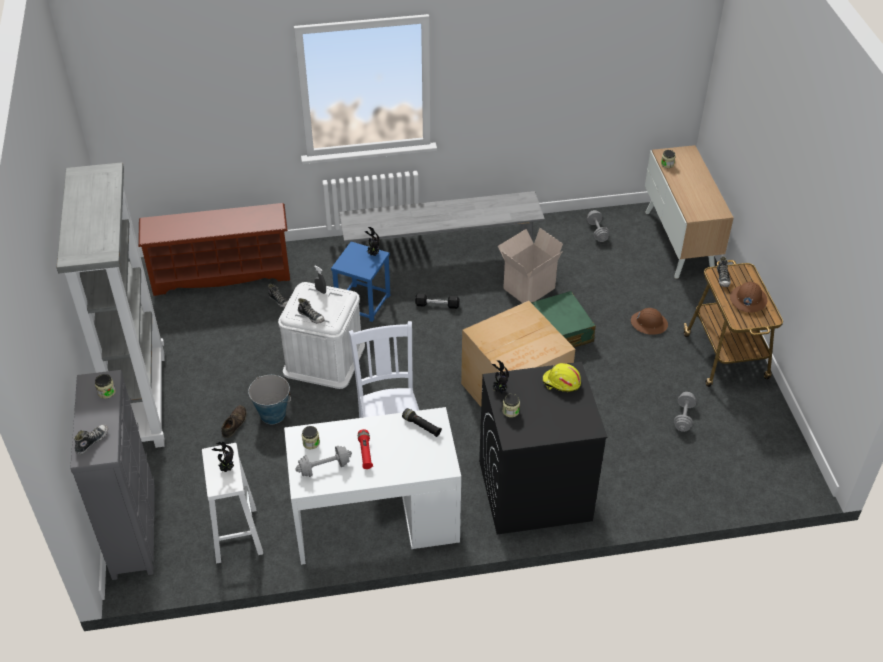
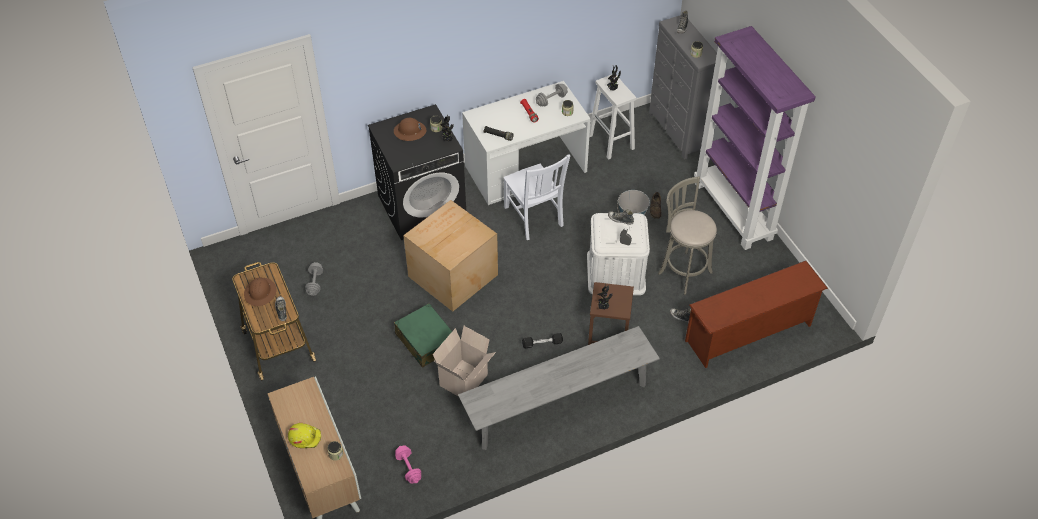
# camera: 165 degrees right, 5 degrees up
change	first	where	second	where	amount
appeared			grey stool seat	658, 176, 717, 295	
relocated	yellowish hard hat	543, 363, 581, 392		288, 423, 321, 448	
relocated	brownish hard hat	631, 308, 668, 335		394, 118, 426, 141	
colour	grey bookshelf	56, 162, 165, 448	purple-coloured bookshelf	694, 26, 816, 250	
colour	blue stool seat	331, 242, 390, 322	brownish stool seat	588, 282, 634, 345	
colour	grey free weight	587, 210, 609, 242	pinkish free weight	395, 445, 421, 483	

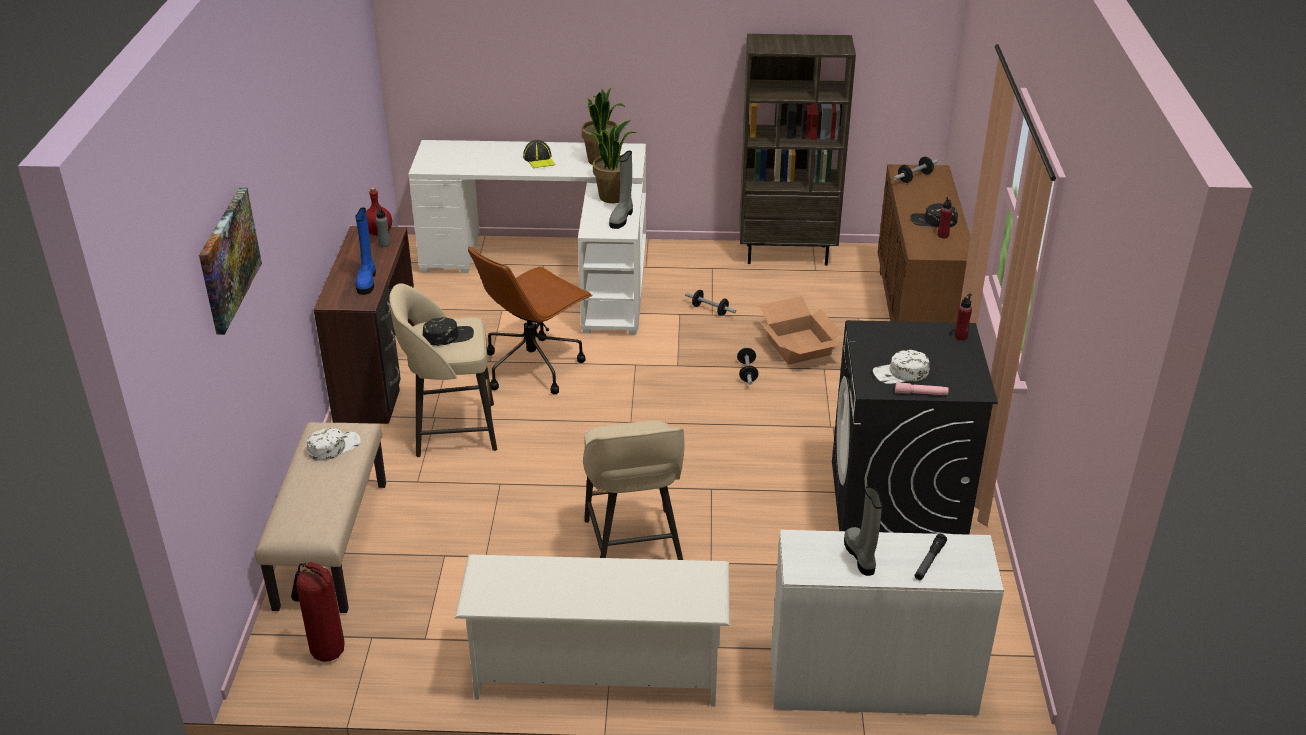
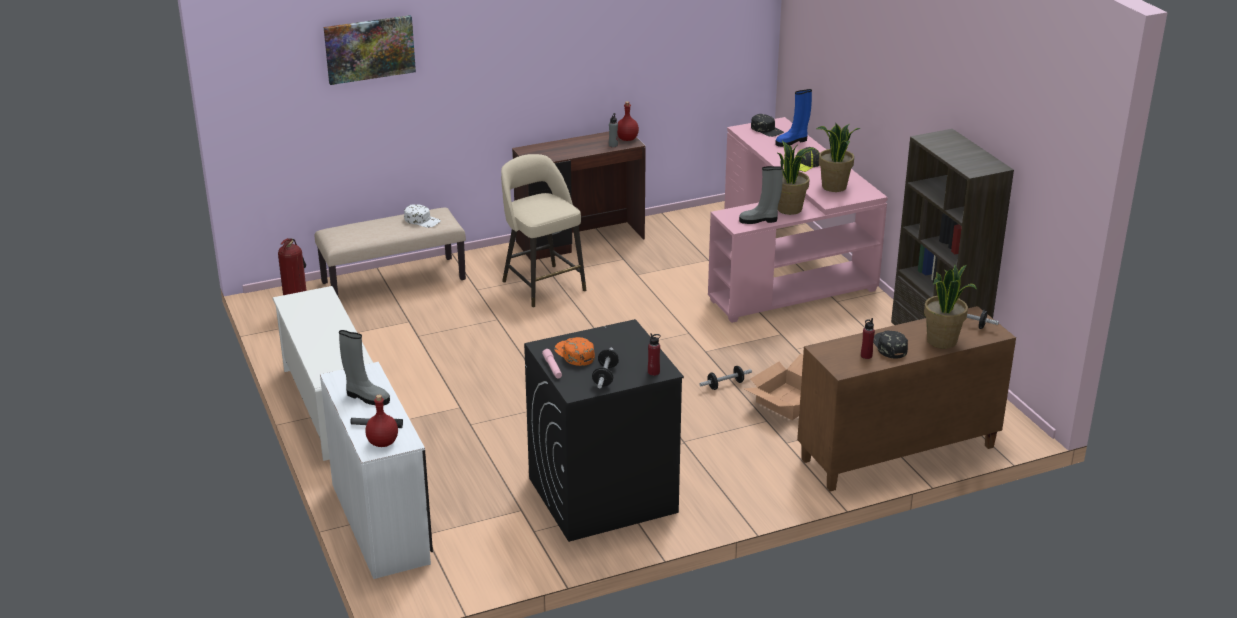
# camera: 65 degrees right, 5 degrees down
change	first	where	second	where	amount
missing	brownish desk chair	468, 246, 593, 394			
missing	sand-coloured stool seat	583, 420, 684, 560			
appeared			reddish beverage bottle	365, 395, 398, 447	
appeared			houseplant	924, 265, 977, 348	
relocated	blue boot	355, 208, 376, 295		775, 89, 812, 147	
relocated	black cap	423, 317, 474, 346		751, 114, 784, 137	
relocated	free weight	685, 290, 736, 316		592, 348, 619, 388	
colour	white-coloured desk	408, 140, 646, 335	pinkish desk	708, 117, 888, 323	
colour	white-coloured cap	873, 350, 930, 384	orange cap	554, 337, 595, 366	
spun	grey boot	844, 486, 882, 576		339, 330, 390, 405	60 degrees clockwise

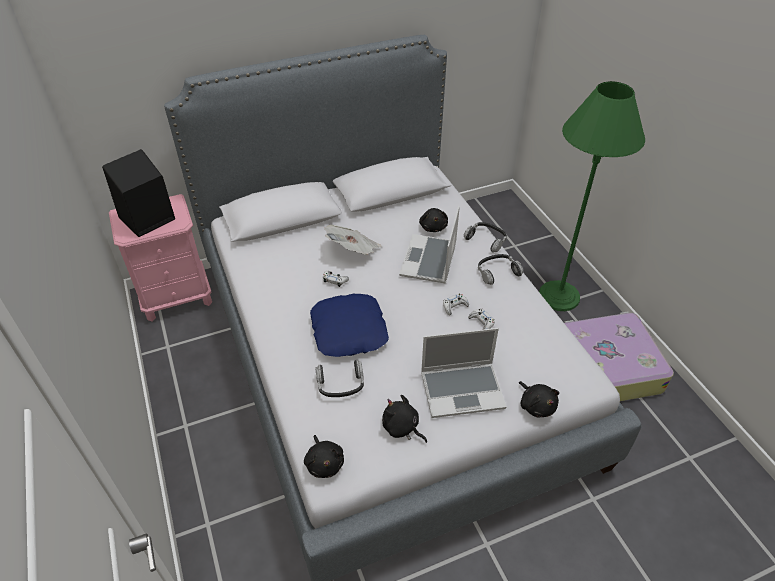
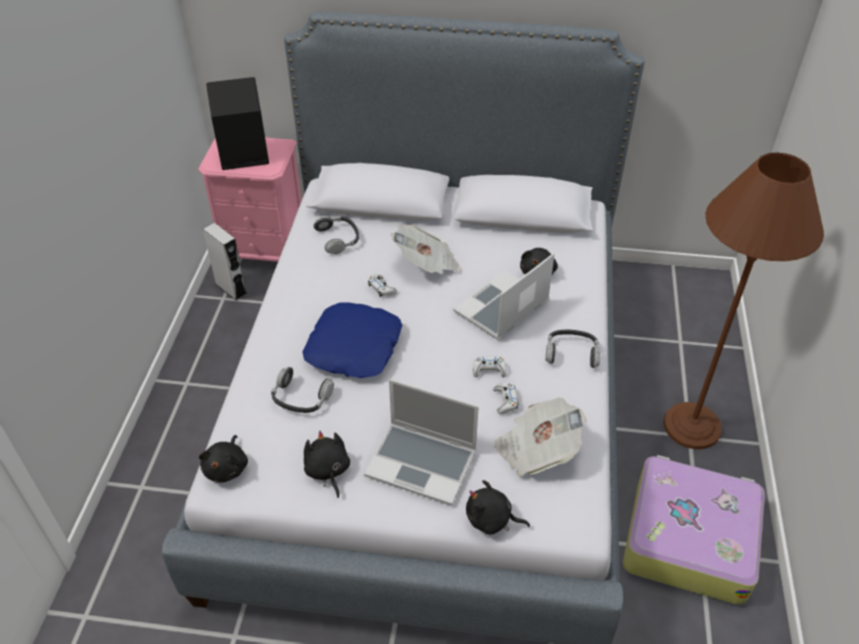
# camera: 30 degrees right, 0 degrees up
change	first	where	second	where	amount
appeared			grey speaker	203, 223, 247, 301	
appeared			daily paper	494, 398, 587, 477	
relocated	pair of headphones	464, 222, 507, 252		313, 216, 359, 255	
colour	green standard lamp	539, 81, 645, 311	brownish standard lamp	663, 152, 824, 449	
spun	black cuddly toy	519, 381, 559, 417		466, 480, 530, 535	105 degrees clockwise

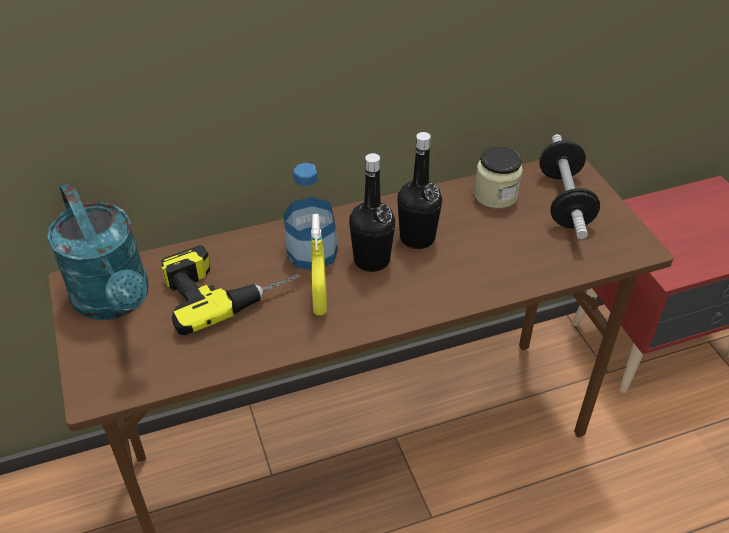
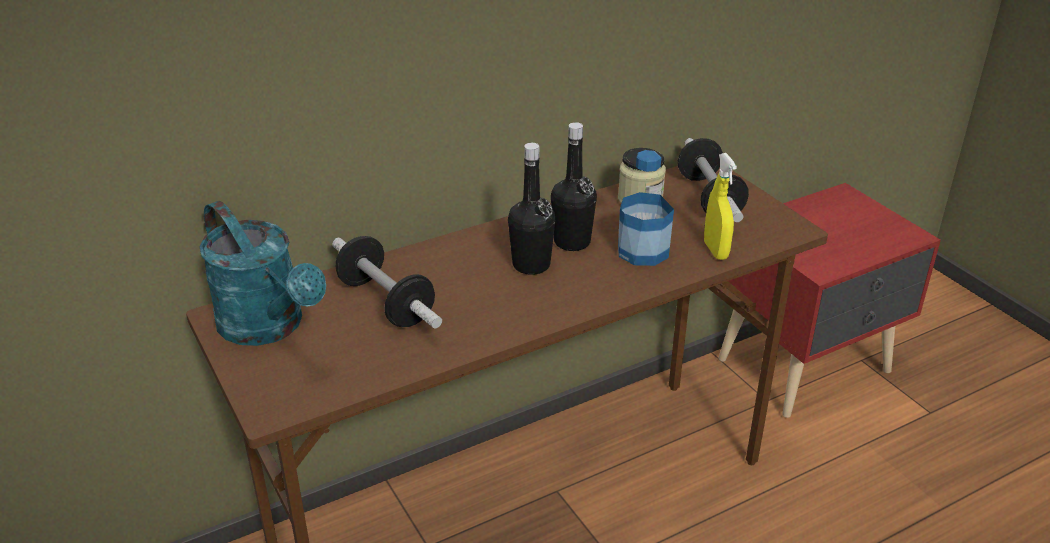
# camera: 10 degrees left, 10 degrees down
change	first	where	second	where	amount
relocated	beverage bottle	283, 163, 338, 270		618, 150, 674, 266	
relocated	yellowish sprayer	311, 214, 327, 316		704, 153, 737, 260	
exchanged	power drill	161, 245, 300, 335	free weight	332, 236, 442, 328	

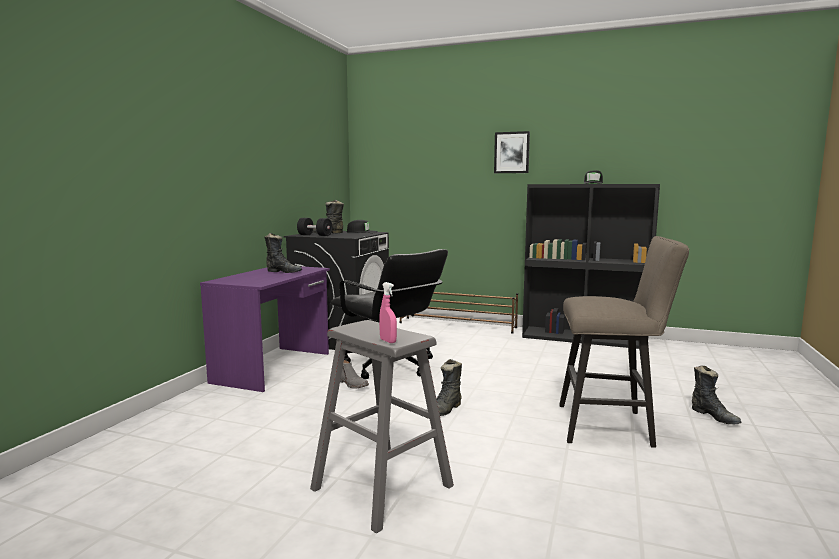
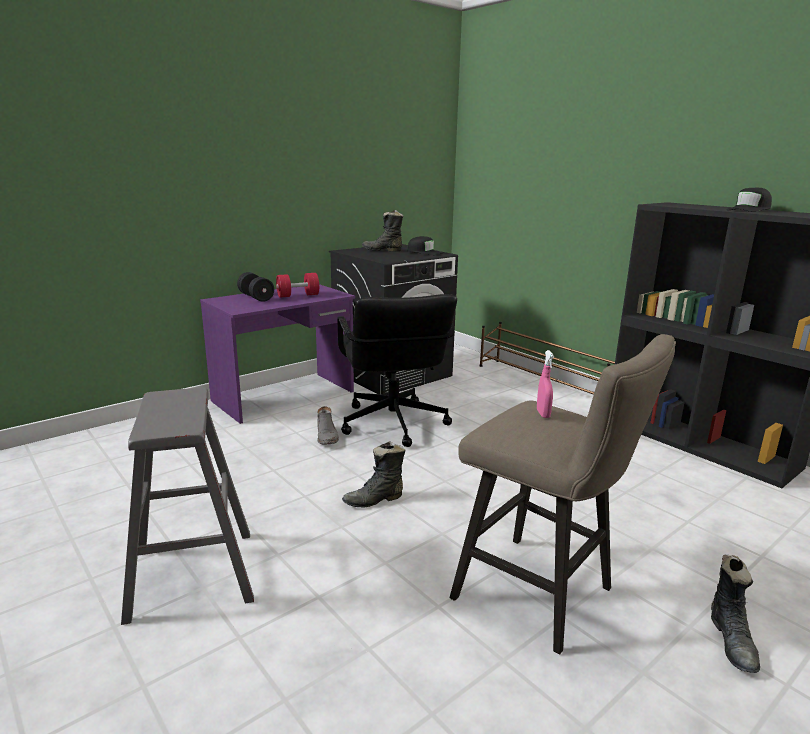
# camera: 30 degrees right, 10 degrees up
change	first	where	second	where	amount
missing	picture	494, 131, 530, 173			
relocated	black free weight	297, 218, 332, 236		237, 272, 274, 302	
relocated	pinkish sprayer	379, 282, 397, 343		537, 350, 554, 418	
exchanged	black boot	265, 233, 302, 273	reddish free weight	276, 273, 319, 298	

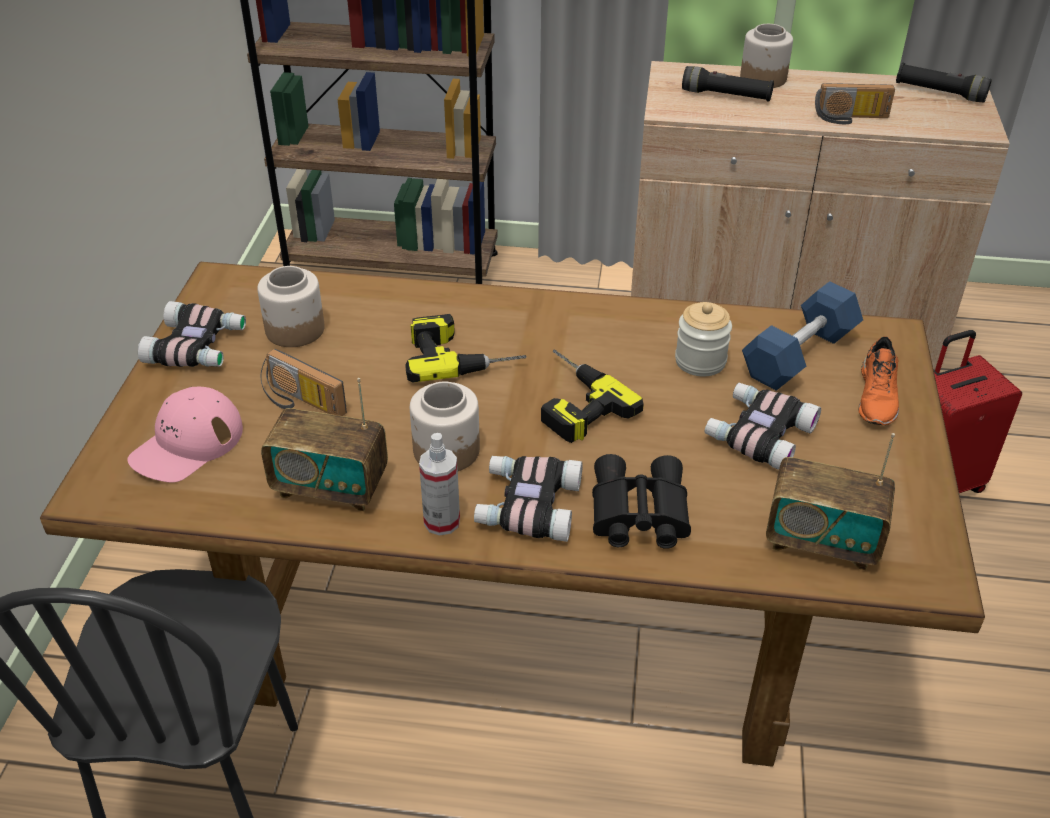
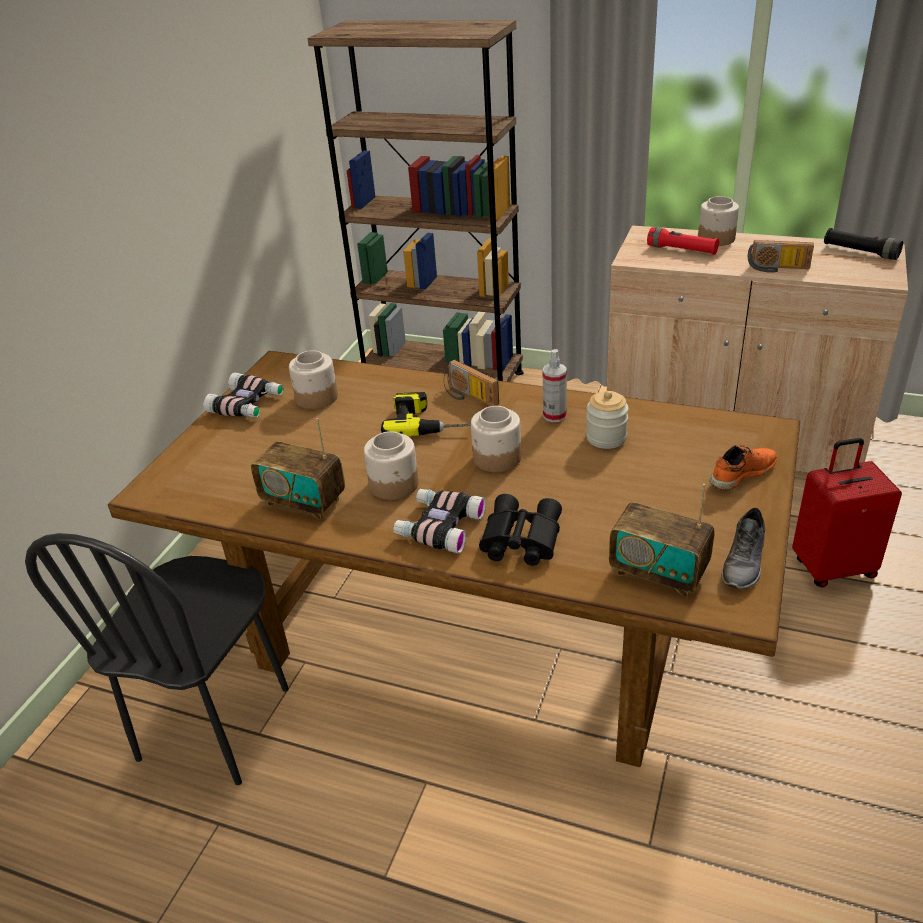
# camera: 15 degrees right, 5 degrees down
change	first	where	second	where	amount
missing	pinkish cap	127, 387, 243, 483			
missing	binoculars	705, 383, 821, 470			
missing	blue free weight	742, 281, 863, 391			
appeared			grey shoe	721, 508, 765, 589	
relocated	radio receiver	261, 349, 347, 416		444, 359, 499, 406	
relocated	sprayer	419, 433, 460, 536		543, 349, 567, 422	
exchanged	power drill	541, 350, 644, 443	jar	471, 406, 521, 472	
colour	black flashlight	682, 66, 774, 102	reddish flashlight	647, 227, 719, 255	
spun	orange shoe	858, 336, 899, 425		710, 445, 778, 490	150 degrees counterclockwise

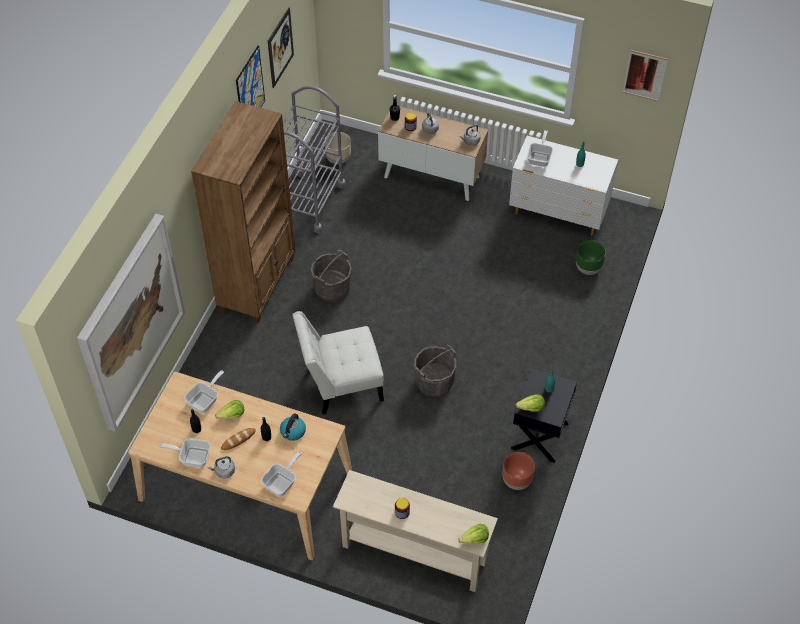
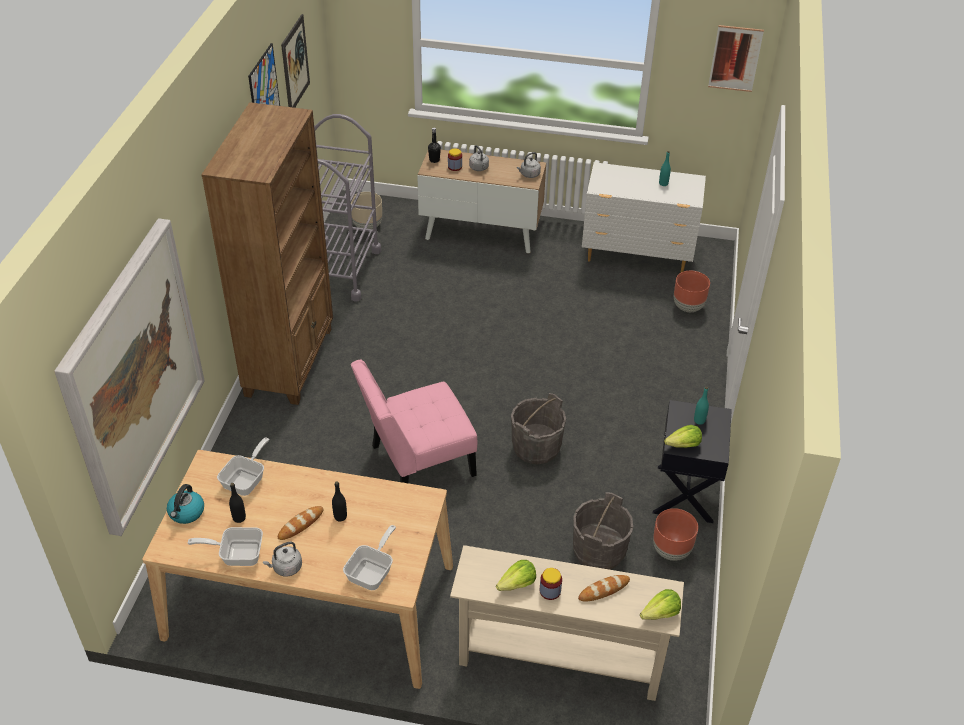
# camera: 10 degrees left, 10 degrees down
change	first	where	second	where	amount
missing	pan	527, 130, 553, 167			
appeared			bread	578, 575, 630, 602	
relocated	lettuce head	215, 400, 244, 419		496, 560, 536, 591	
relocated	tea kettle	280, 414, 306, 441		167, 484, 204, 524	
relocated	grey water bucket	311, 250, 352, 302		573, 492, 633, 570	
colour	white-coloured upright chair	292, 311, 384, 414	pinkish upright chair	351, 360, 477, 483	
colour	green flower pot	576, 240, 606, 275	brownish flower pot	674, 271, 710, 312	

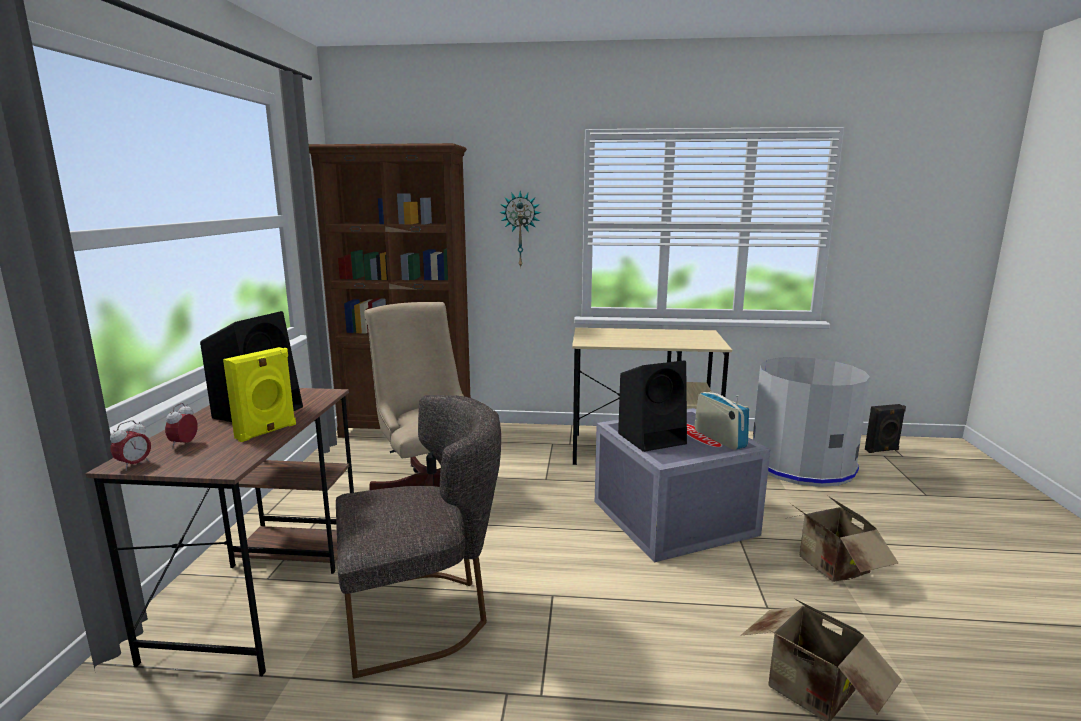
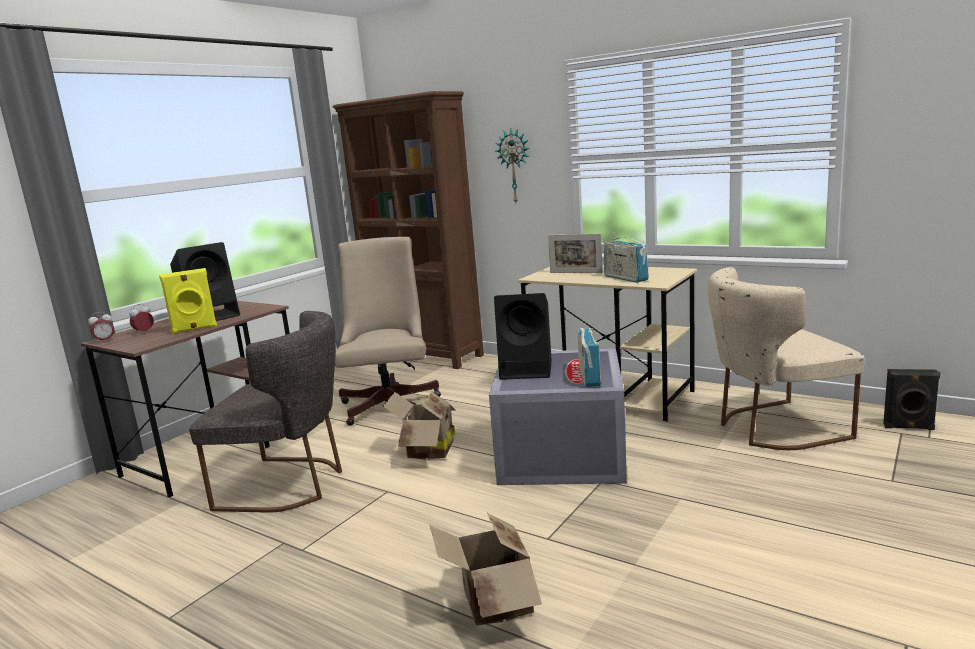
# camera: 30 degrees right, 0 degrees up
change	first	where	second	where	amount
appeared			standing frame	548, 234, 603, 273	
appeared			radio receiver	604, 233, 649, 283	
relocated	cardboard box	785, 495, 898, 582		383, 391, 455, 460	
exchanged	grey waste bin	753, 357, 870, 487	sand-coloured upright chair	708, 267, 865, 450	

